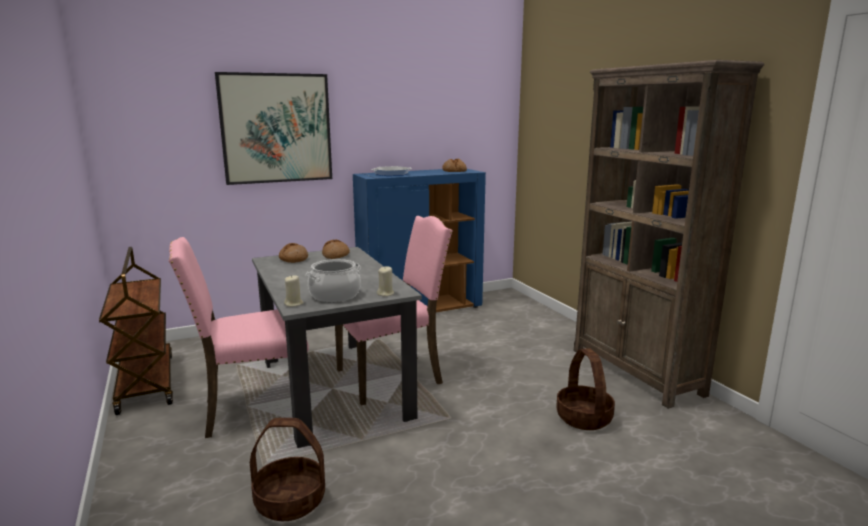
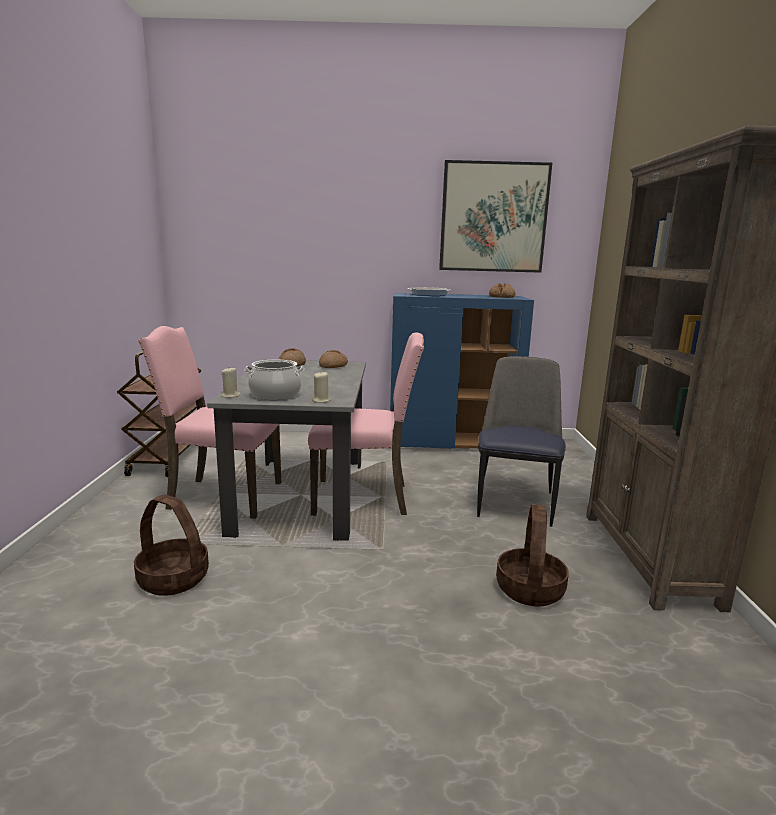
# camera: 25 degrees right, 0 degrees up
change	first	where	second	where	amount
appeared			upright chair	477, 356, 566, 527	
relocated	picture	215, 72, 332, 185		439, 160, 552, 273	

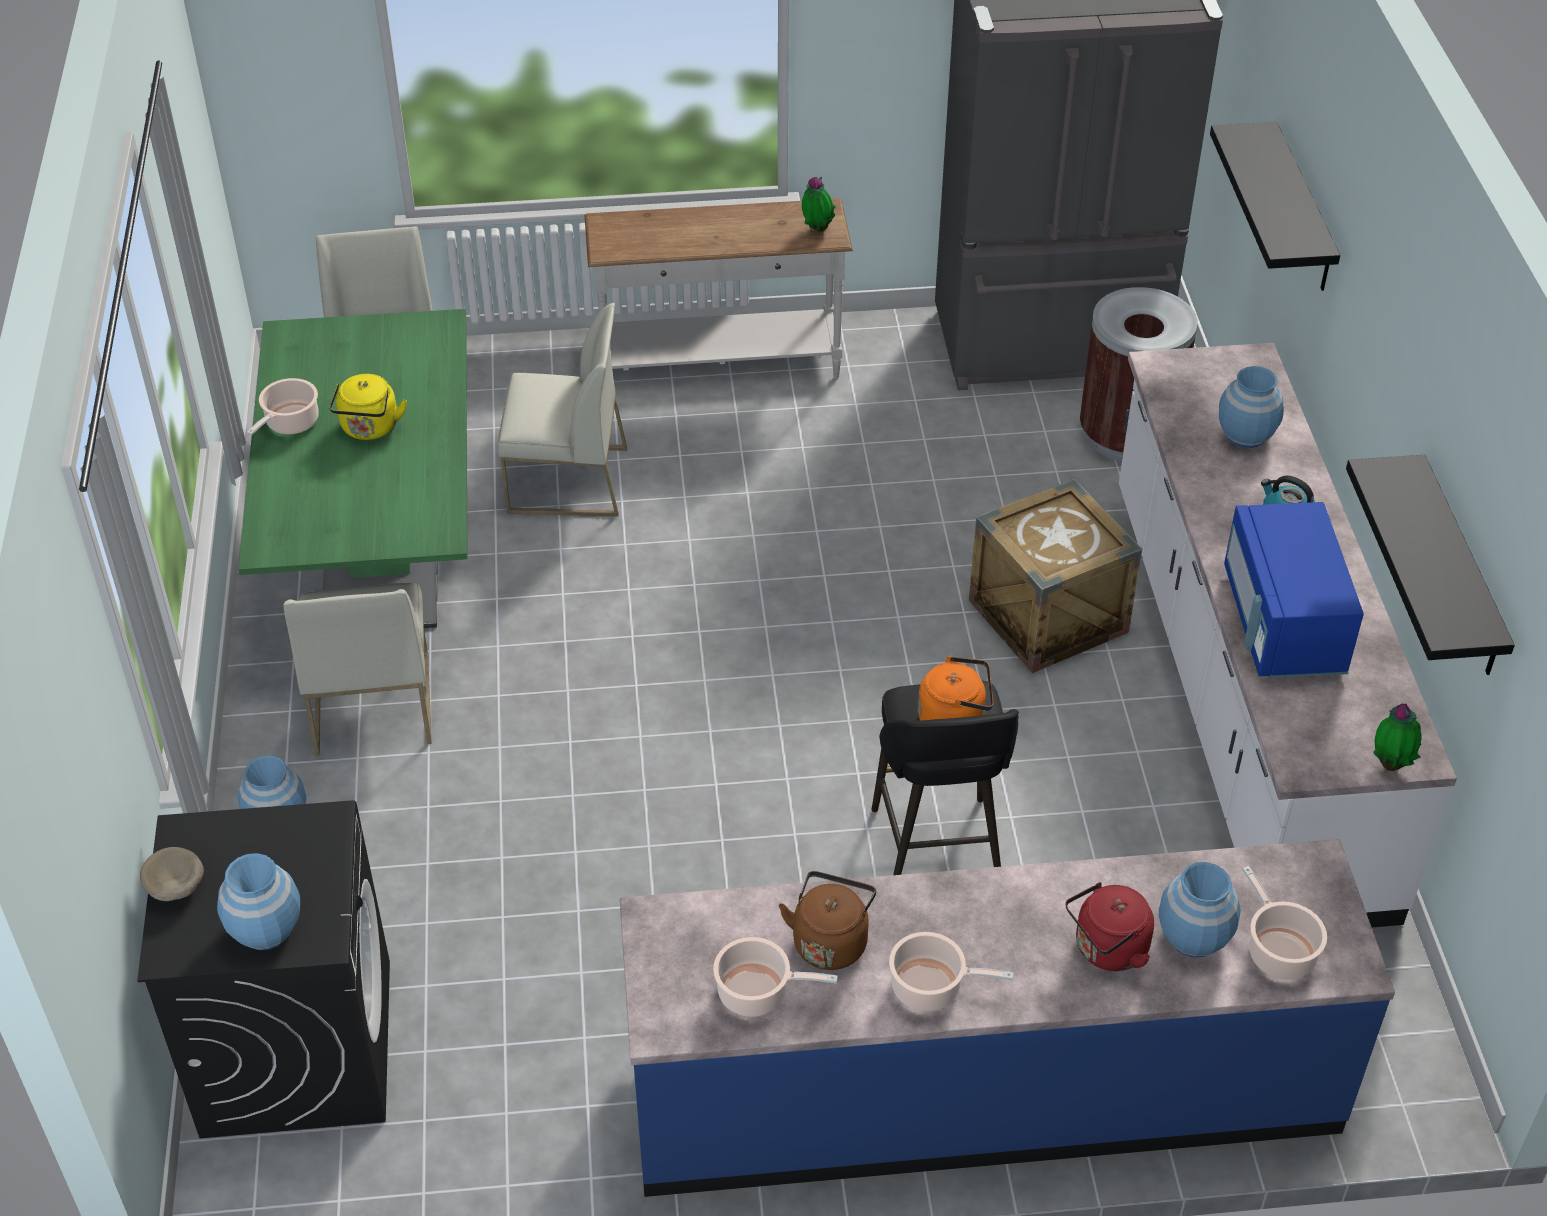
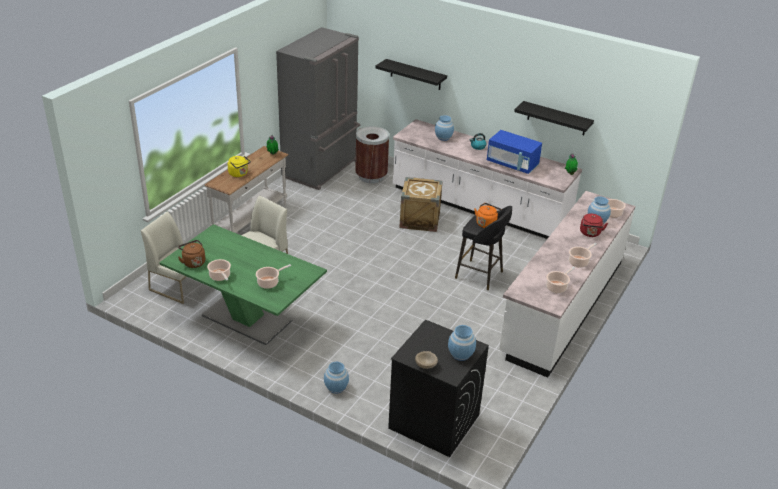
# camera: 55 degrees left, 10 degrees down
change	first	where	second	where	amount
missing	white-coloured upright chair	284, 582, 431, 756			
appeared			cooking pot	256, 264, 291, 289	
relocated	yellowish tea kettle	329, 374, 407, 440		228, 156, 251, 177	
relocated	brownish tea kettle	779, 871, 876, 970		178, 240, 205, 268	
colour	blue counter	620, 839, 1395, 1197	white-coloured counter	499, 191, 635, 378	

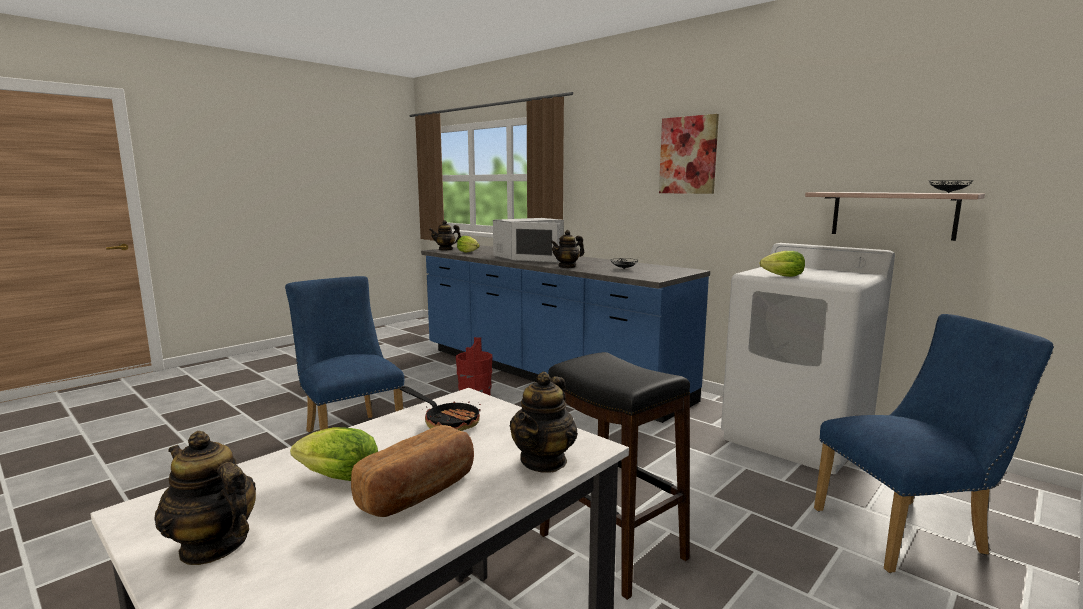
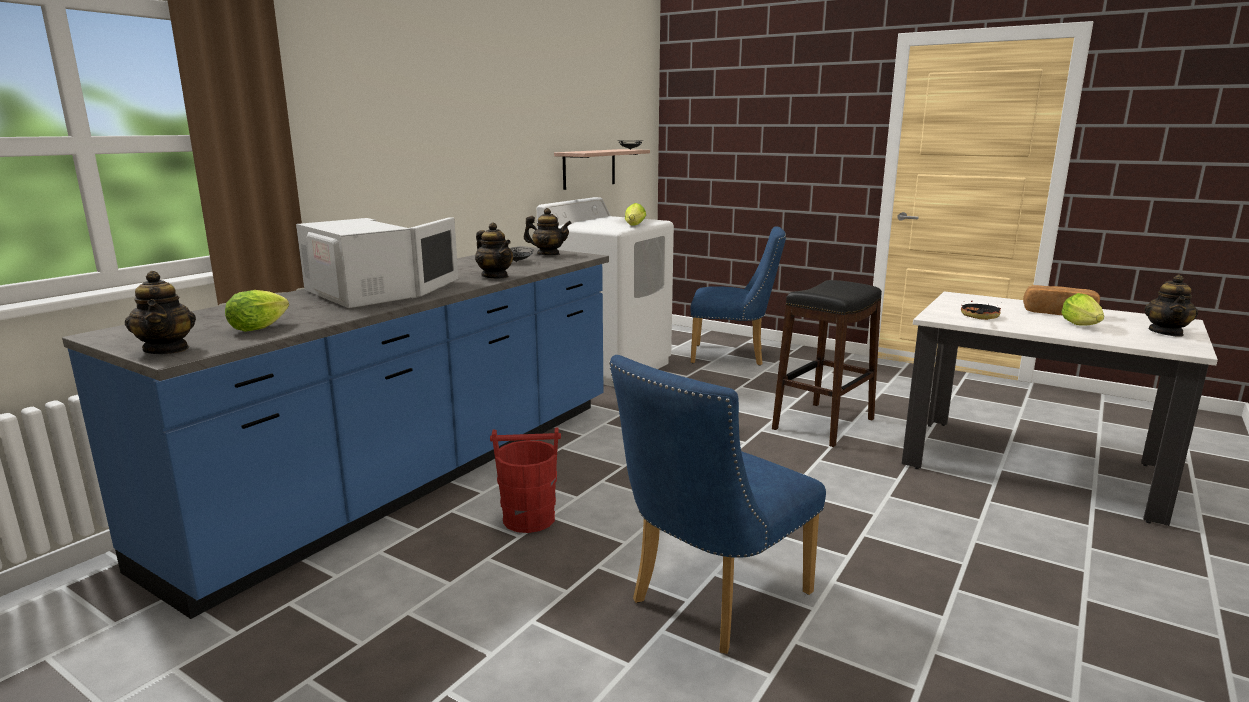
# camera: 100 degrees left, 5 degrees up
change	first	where	second	where	amount
missing	picture	659, 114, 719, 194			
relocated	tea pot	510, 371, 578, 473		523, 208, 572, 255	
spun	blue upright chair	814, 314, 1054, 573		690, 226, 786, 366	120 degrees clockwise

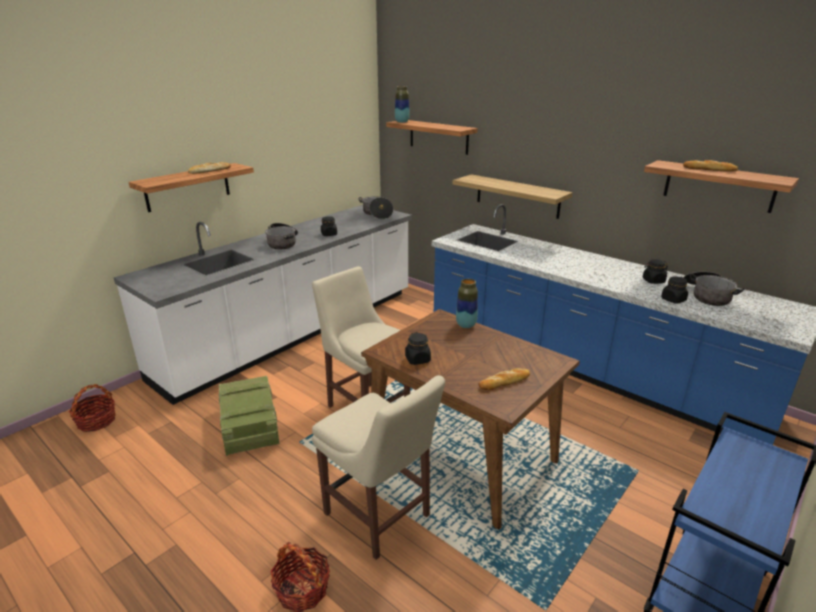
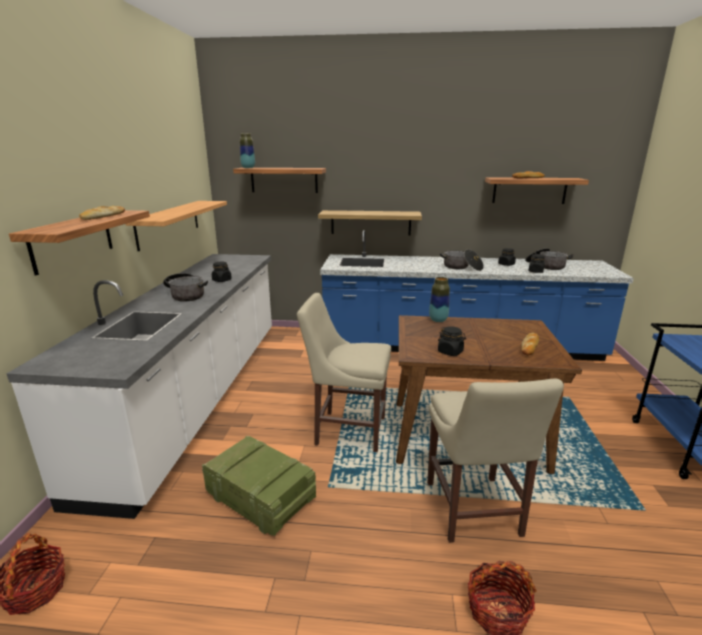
# camera: 35 degrees left, 5 degrees down
change	first	where	second	where	amount
appeared			bracket shelf	126, 201, 227, 251	
relocated	cooking pot	359, 196, 394, 219		440, 249, 484, 271	
spun	sand-coloured upright chair	312, 375, 445, 560		427, 379, 564, 543	75 degrees clockwise

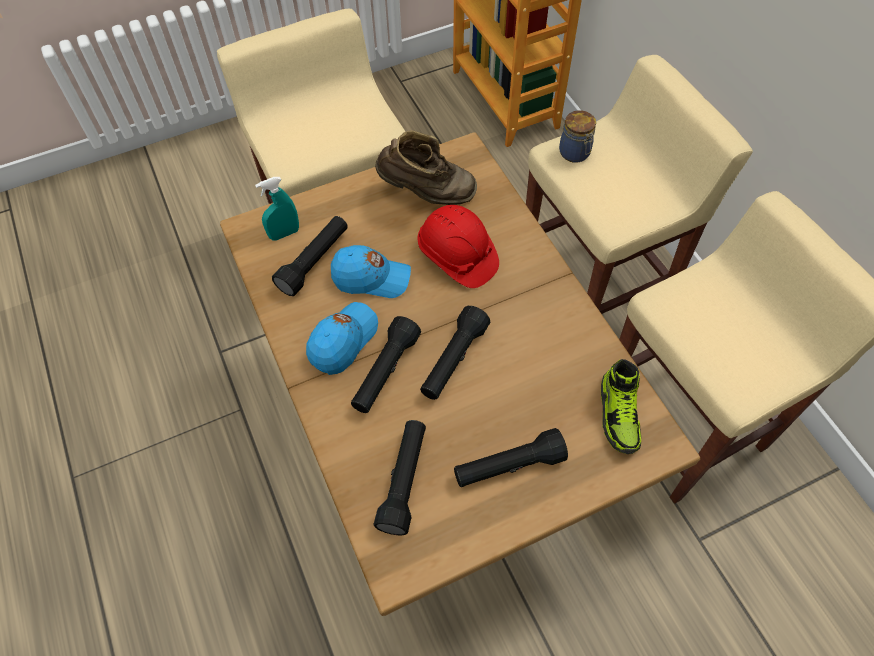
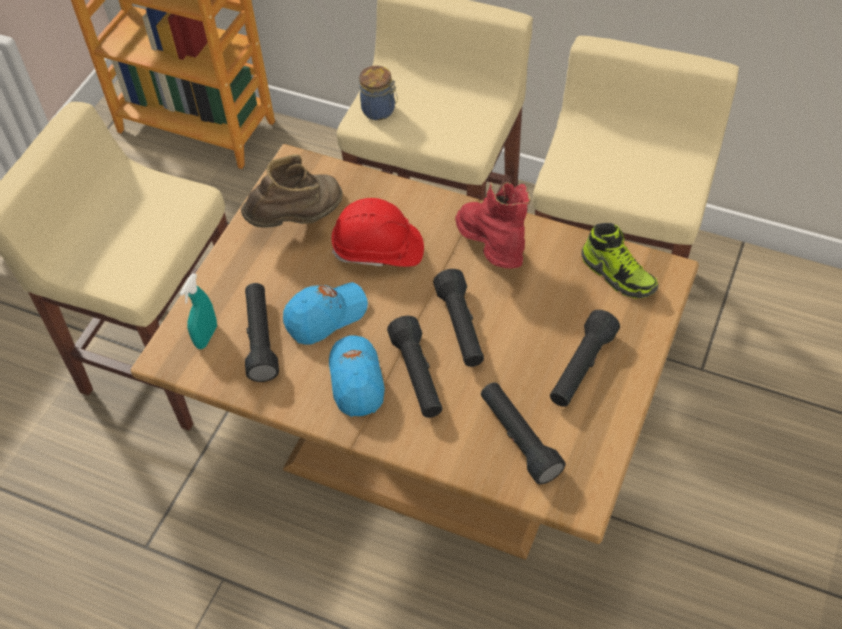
# camera: 40 degrees left, 5 degrees down
change	first	where	second	where	amount
appeared			reddish boot	455, 182, 531, 268	

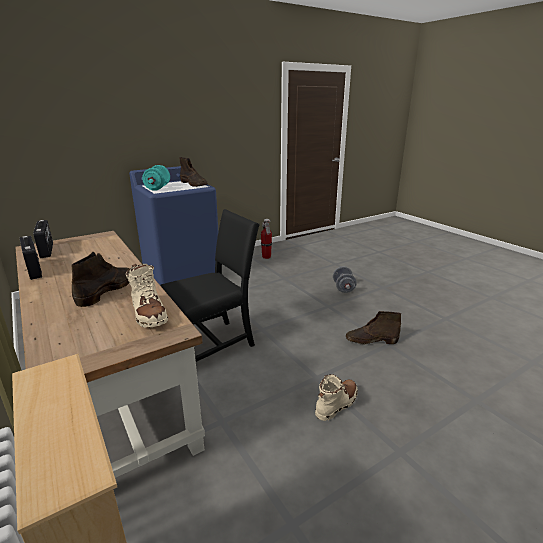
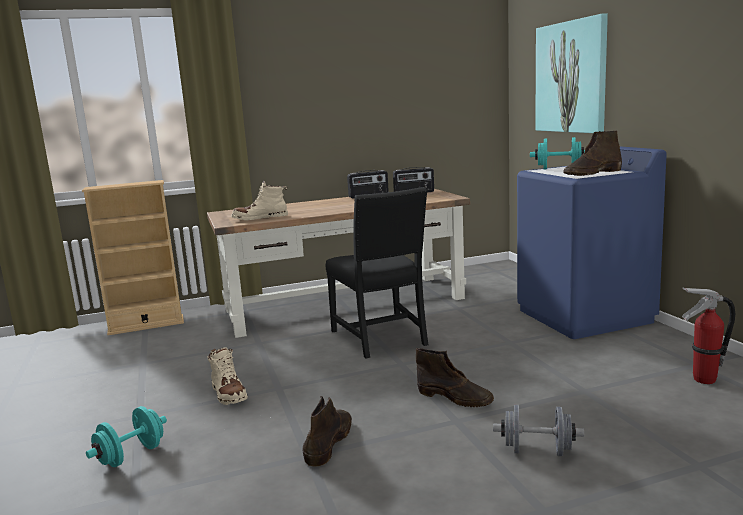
# camera: 105 degrees right, 10 degrees down
change	first	where	second	where	amount
appeared			turquoise-coloured free weight	86, 406, 167, 467	
appeared			picture	535, 14, 608, 133	
relocated	brownish boot	71, 252, 130, 307		416, 348, 494, 407	

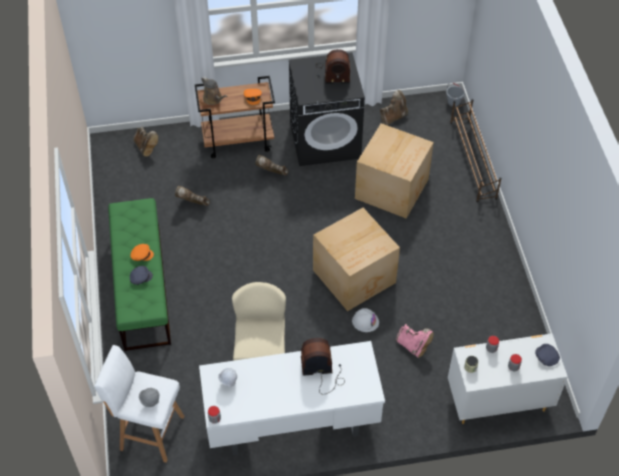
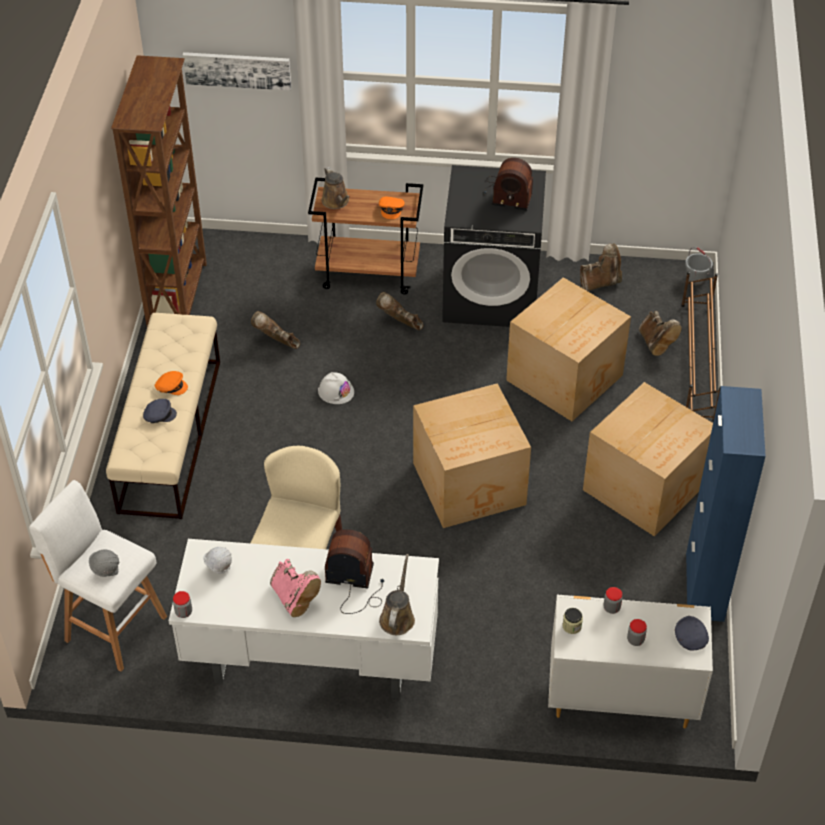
# camera: 15 degrees right, 5 degrees down
change	first	where	second	where	amount
appeared			brownish bookshelf	111, 55, 207, 326	
appeared			picture	183, 52, 291, 91	
appeared			brownish watering can	379, 554, 415, 635	
appeared			cardboard box	583, 382, 713, 536	
appeared			blue storage cabinet	686, 386, 766, 622	
relocated	brownish boot	133, 126, 158, 157		639, 311, 682, 356	
relocated	white-coloured hard hat	352, 308, 379, 332		318, 372, 354, 404	
relocated	pinkish boot	396, 324, 434, 358		270, 559, 321, 617	
colour	green indoor bench	108, 198, 171, 351	sand-coloured indoor bench	106, 313, 220, 519	

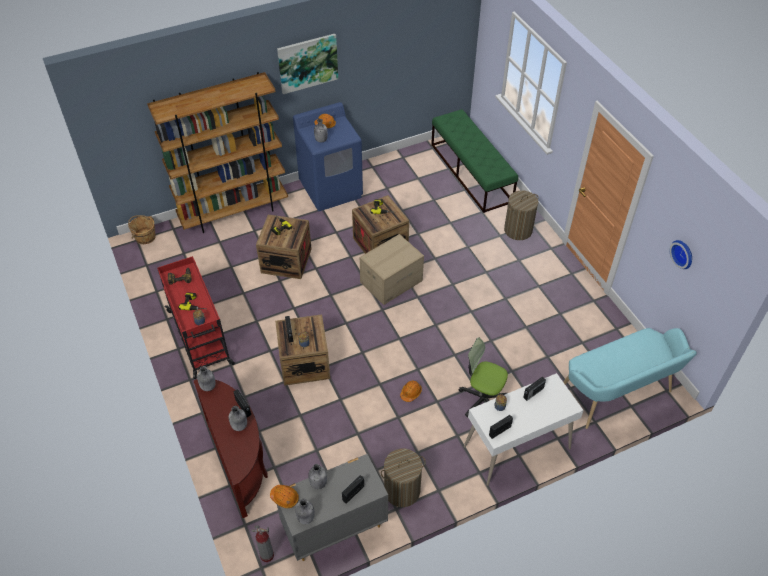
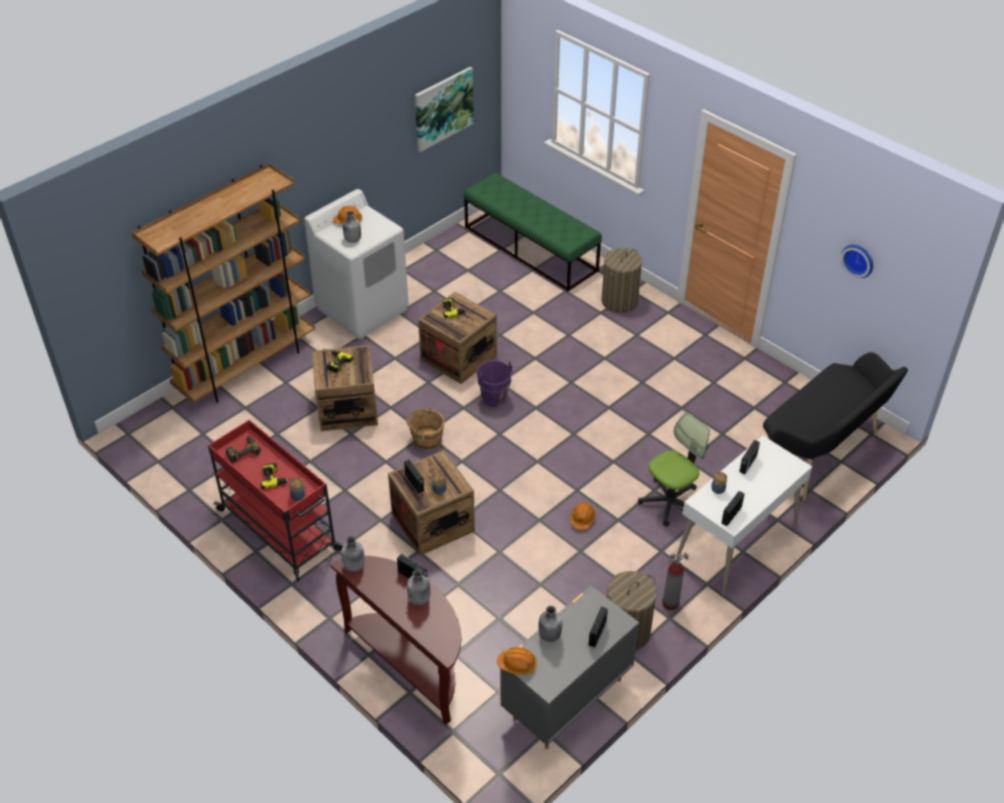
# camera: 20 degrees left, 5 degrees down
change	first	where	second	where	amount
missing	grey beverage bottle	295, 499, 315, 524			
relocated	brownish water bucket	128, 215, 156, 244		406, 408, 444, 450	
relocated	fire-fighting cylinder	252, 526, 274, 562		662, 553, 689, 610	
relocated	picture	277, 34, 338, 94		415, 67, 474, 152	
exchanged	cardboard box	360, 234, 424, 305	purple-coloured water bucket	477, 360, 512, 407	
colour	blue laundry machine	293, 102, 363, 211	white-coloured laundry machine	304, 189, 409, 339	
colour	turquoise-coloured indoor bench	563, 328, 697, 429	black indoor bench	763, 352, 908, 500	
spun	desk chair	459, 337, 508, 417		638, 413, 710, 527	135 degrees clockwise

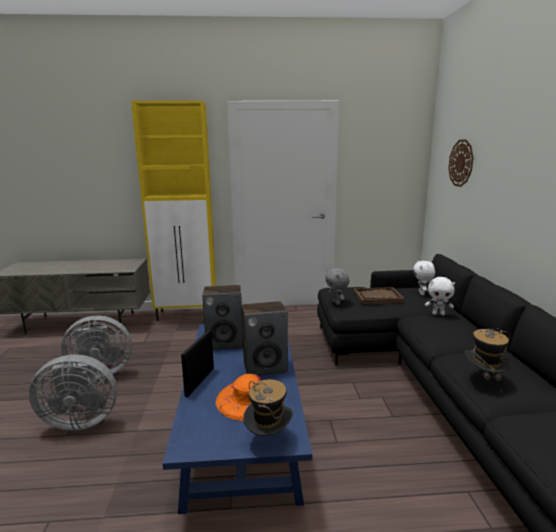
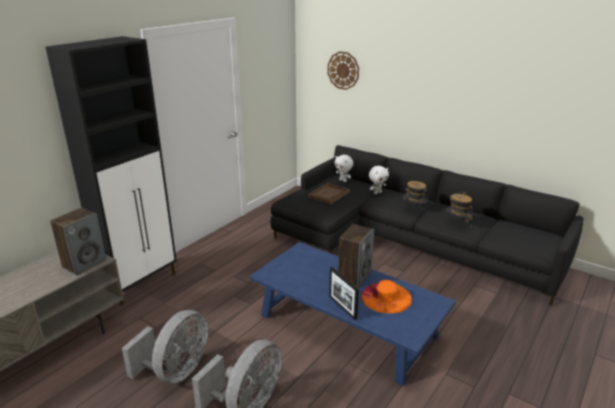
# camera: 50 degrees left, 10 degrees up
change	first	where	second	where	amount
missing	grey cuddly toy	325, 268, 350, 305			
relocated	speaker	202, 285, 243, 350		50, 208, 106, 275	
relocated	clothing hat	243, 379, 293, 436		402, 181, 428, 206	
colour	yellowish storage cabinet	131, 100, 216, 321	black storage cabinet	46, 36, 177, 305	

